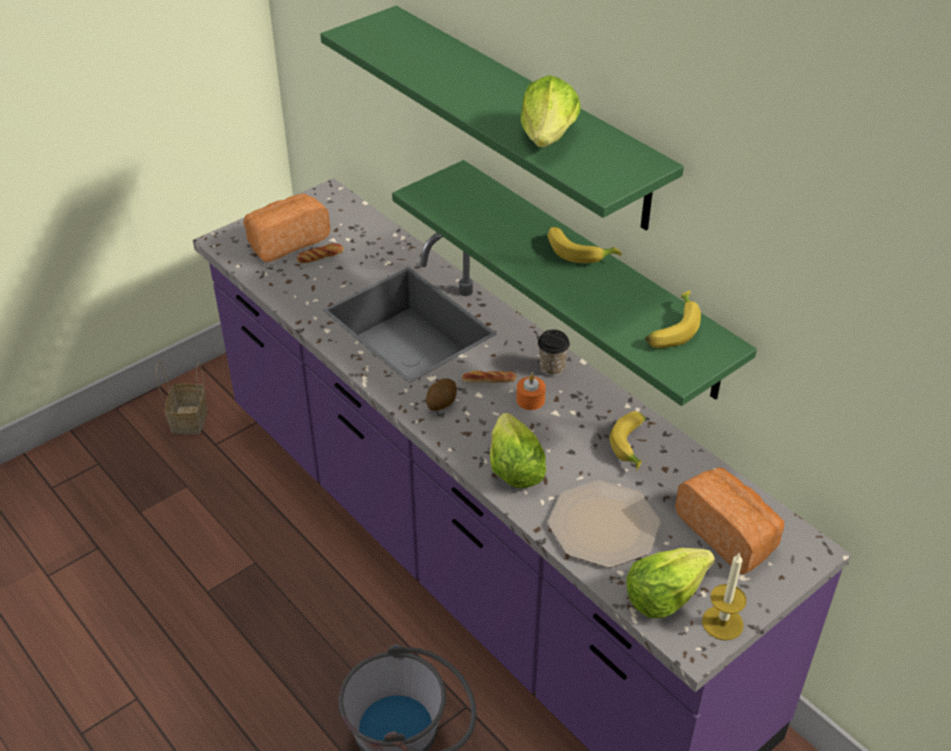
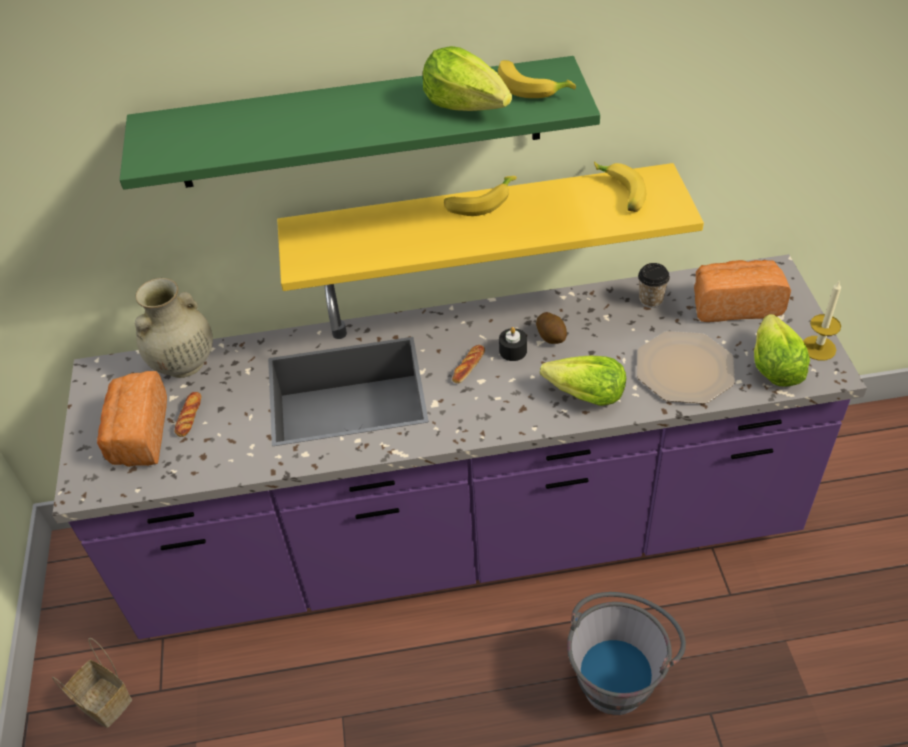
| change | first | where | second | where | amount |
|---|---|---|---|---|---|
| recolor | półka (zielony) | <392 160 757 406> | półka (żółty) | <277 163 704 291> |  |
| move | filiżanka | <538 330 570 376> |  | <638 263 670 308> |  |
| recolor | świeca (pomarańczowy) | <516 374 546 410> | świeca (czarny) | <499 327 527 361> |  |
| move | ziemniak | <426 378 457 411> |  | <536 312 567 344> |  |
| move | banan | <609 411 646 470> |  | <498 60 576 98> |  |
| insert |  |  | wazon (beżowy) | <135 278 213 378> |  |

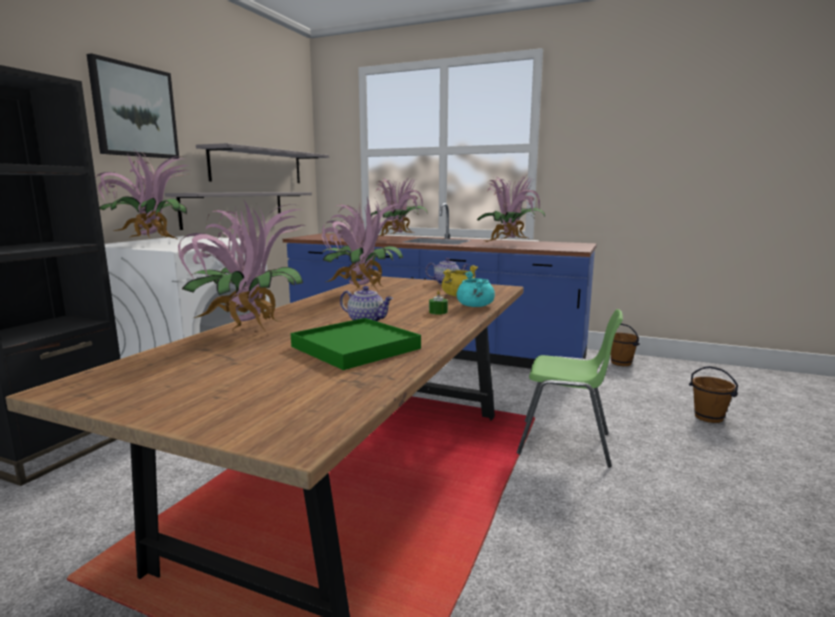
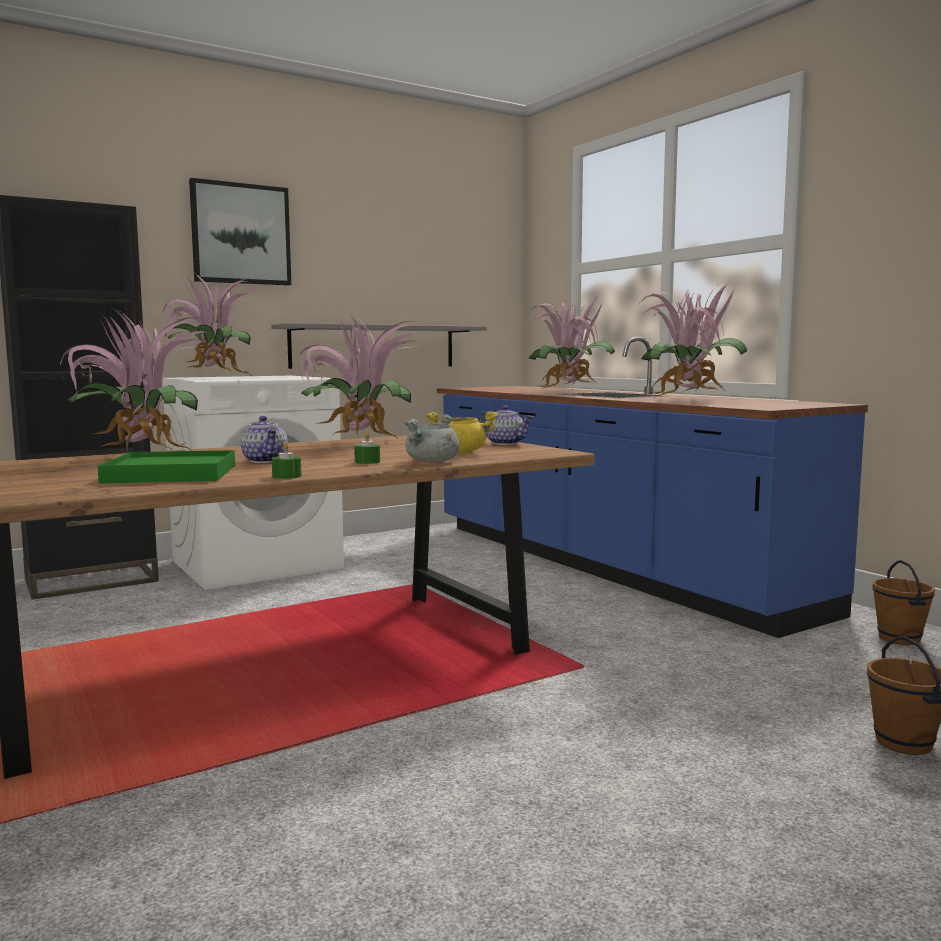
| change | first | where | second | where | amount |
|---|---|---|---|---|---|
| delete | półka (szary) | <196 143 329 183> |  |  |  |
| recolor | garnek (turkusowy) | <457 271 495 307> | garnek (szary) | <405 414 460 463> |  |
| delete | krzesło (zielony) | <517 309 623 467> |  |  |  |
| insert |  |  | świeca (zielony) | <272 442 301 479> |  |

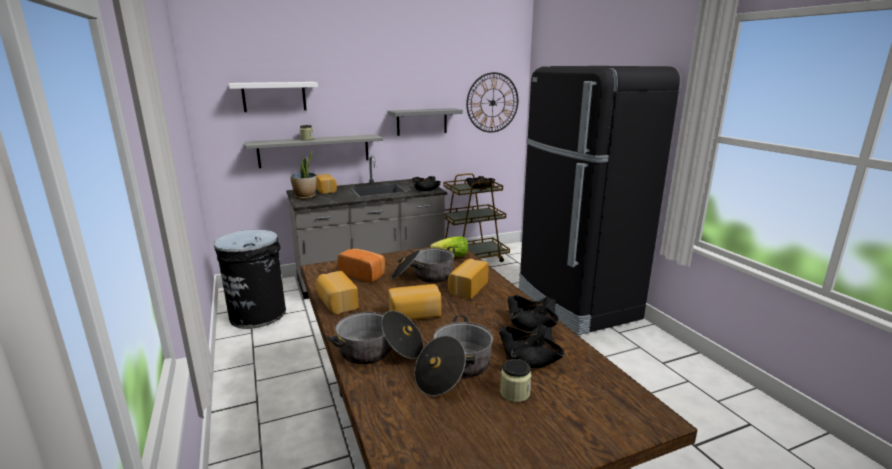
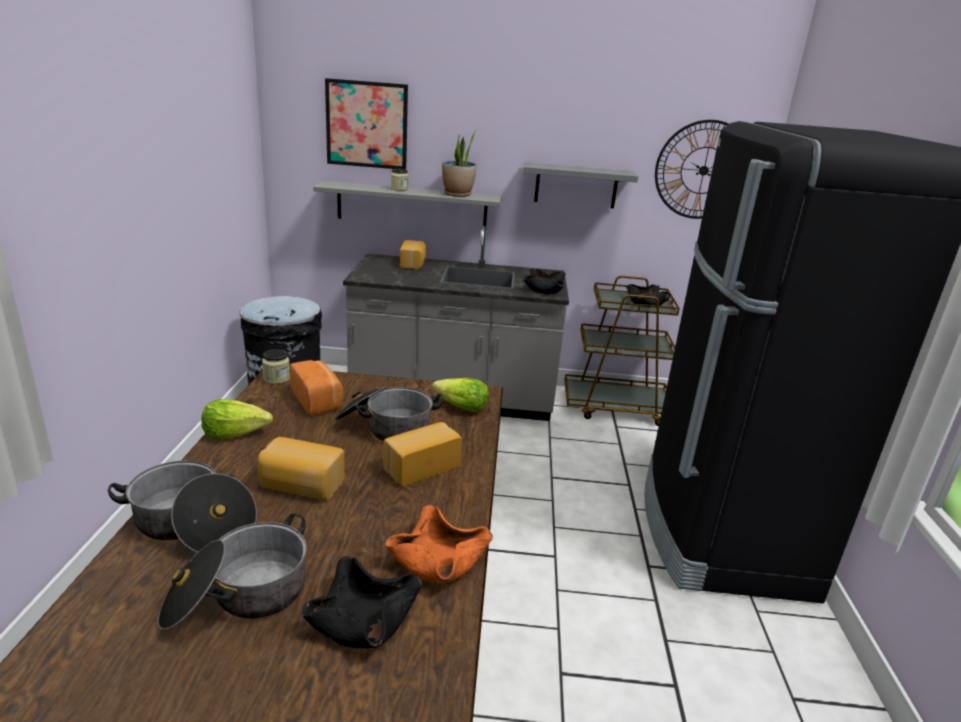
| change | first | where | second | where | amount |
|---|---|---|---|---|---|
| replace | półka (biały) | <229 82 318 112> | obraz | <325 78 408 170> |  |
| move | roślina doniczkowa | <290 150 317 199> |  | <442 129 478 197> |  |
| replace | chleb | <316 271 359 315> | sałata | <201 399 273 439> |  |
| recolor | miska (czarny) | <507 295 559 331> | miska (pomarańczowy) | <385 505 493 583> |  |
| move | słoik | <500 359 532 402> |  | <262 349 290 384> |  |

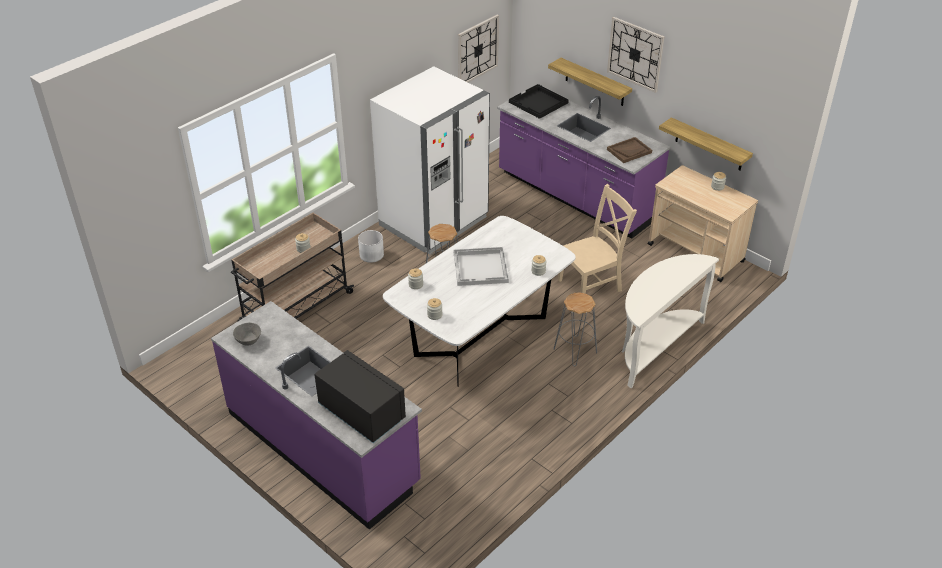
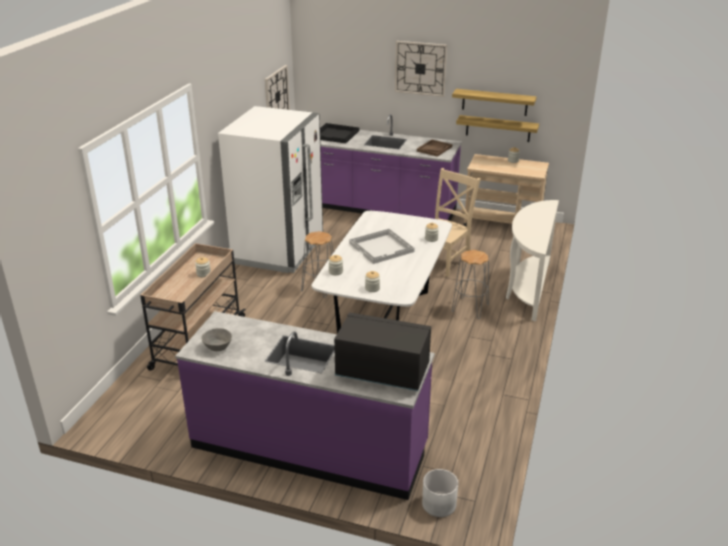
| change | first | where | second | where | amount |
|---|---|---|---|---|---|
| move | półka | <548 58 632 106> |  | <452 89 537 116> |  |
| move | donica (biały) | <358 230 384 263> |  | <422 469 458 517> |  |

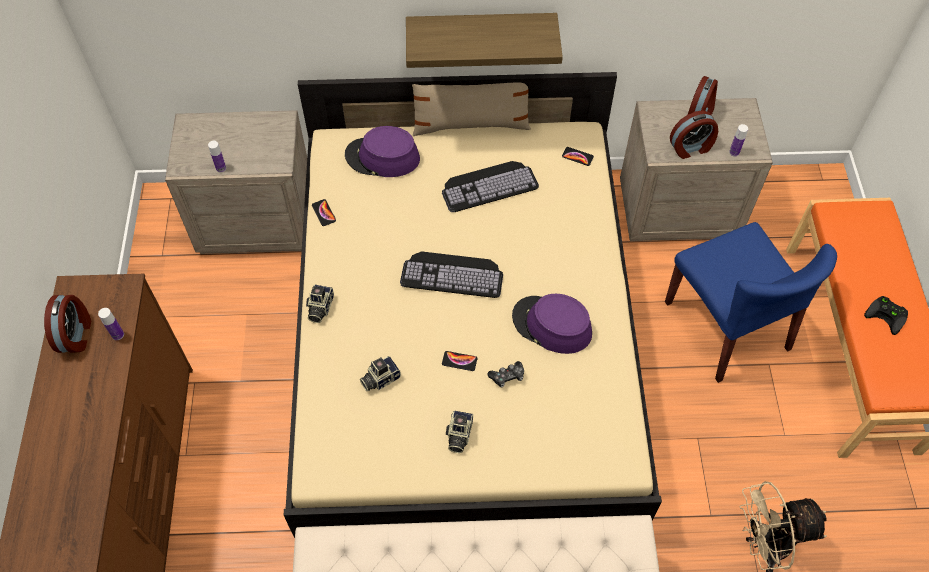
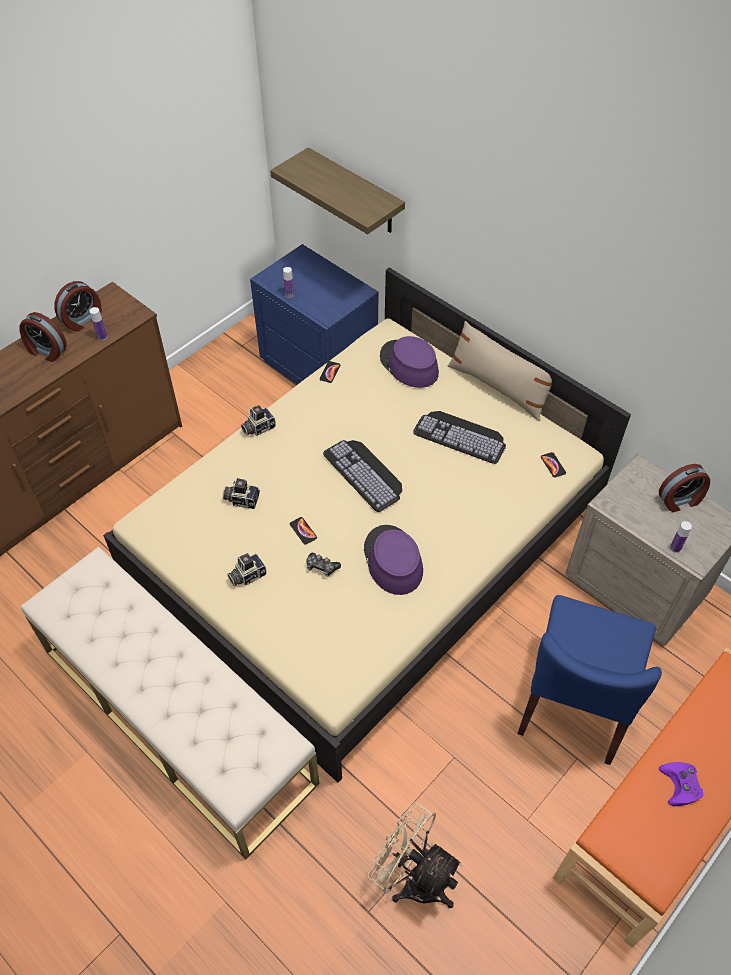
| change | first | where | second | where | amount |
|---|---|---|---|---|---|
| move | półka | <406 13 563 68> |  | <270 147 405 234> |  |
| recolor | szafka nocna (beżowy) | <165 110 307 254> | szafka nocna (niebieski) | <250 244 379 385> |  |
| move | budzik | <670 110 718 159> |  | <19 312 67 362> |  |
| recolor | pad do gier (czarny) | <864 296 908 335> | pad do gier (fioletowy) | <659 762 703 806> |  |

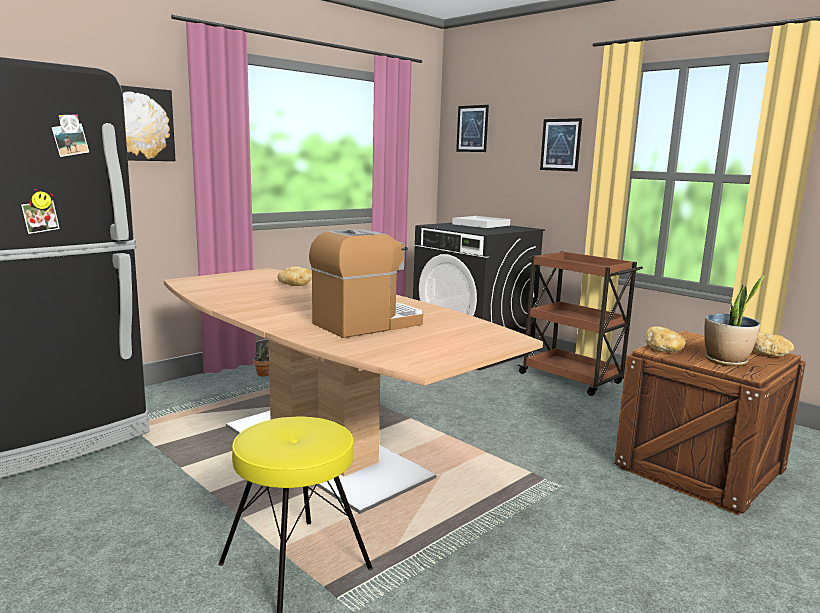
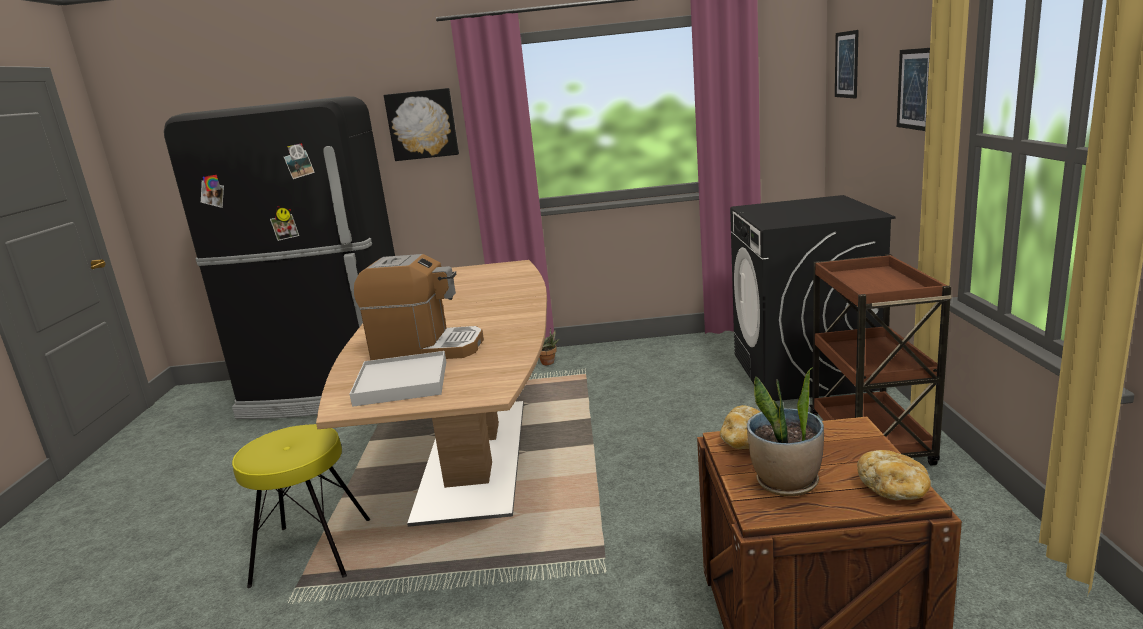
| change | first | where | second | where | amount |
|---|---|---|---|---|---|
| move | taca (biały) | <452 216 510 228> |  | <350 351 446 407> |  |
| delete | chleb | <277 266 312 286> |  |  |  |

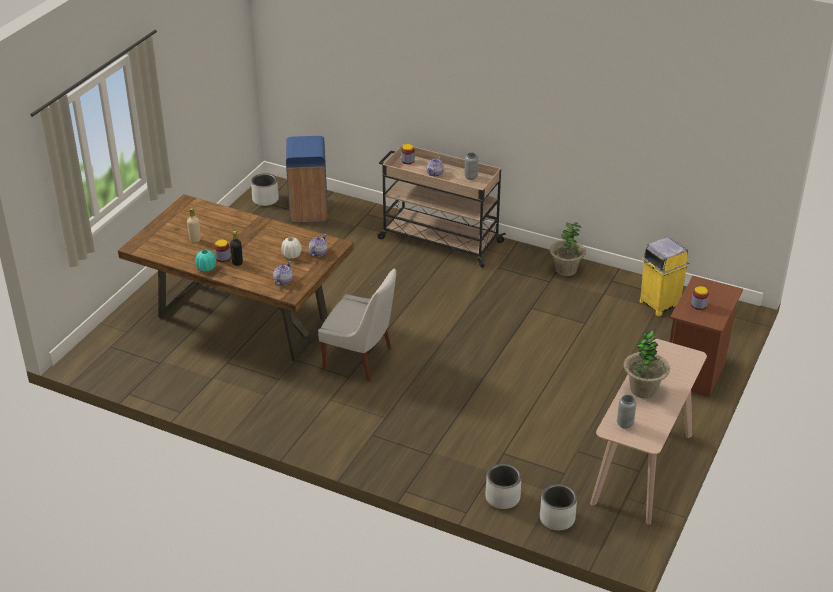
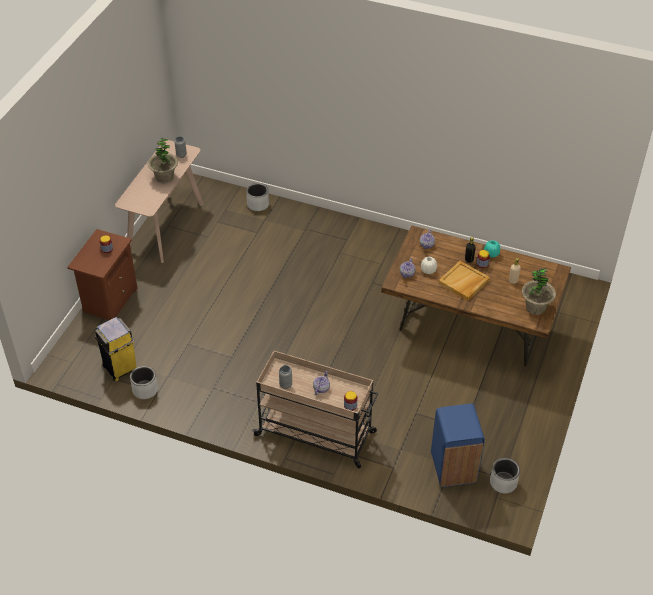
| change | first | where | second | where | amount |
|---|---|---|---|---|---|
| move | roślina doniczkowa | <549 222 586 276> |  | <522 268 556 315> |  |
| delete | krzesło (biały) | <318 268 396 382> |  |  |  |
| move | donica (szary) | <540 484 577 530> |  | <130 366 158 399> |  |
| insert |  |  | taca (beżowy) | <438 261 490 301> |  |

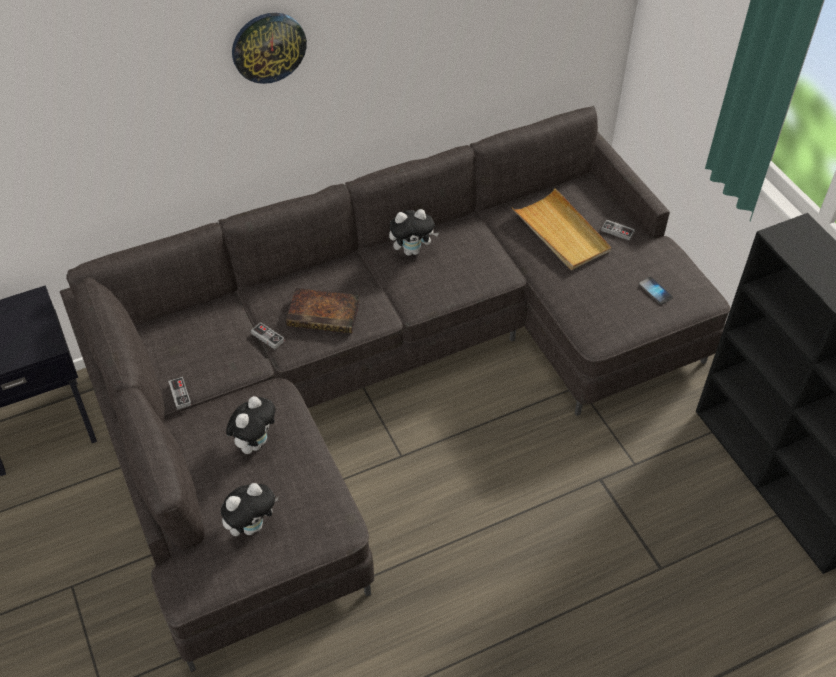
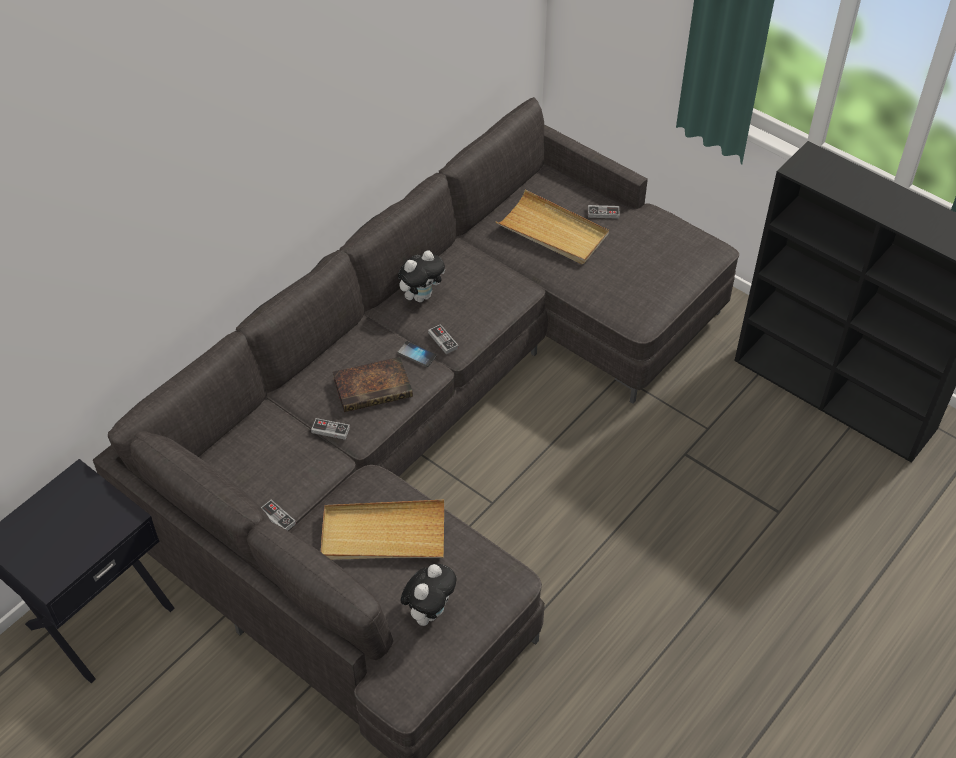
| change | first | where | second | where | amount |
|---|---|---|---|---|---|
| delete | zegar ścienny | <232 13 307 84> |  |  |  |
| move | telefon | <639 277 673 305> |  | <398 341 436 367> |  |
| replace | pluszak | <226 396 276 454> | taca (beżowy) | <321 500 444 560> |  |
| insert |  |  | pad do gier | <428 324 458 354> |  |

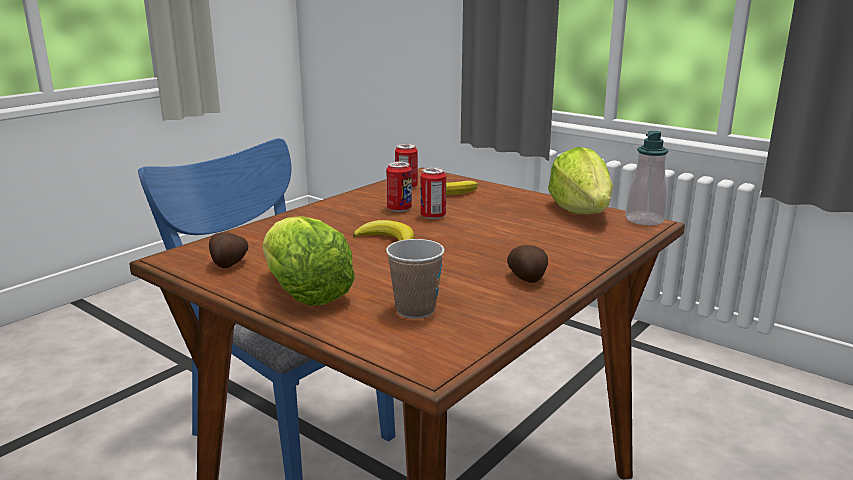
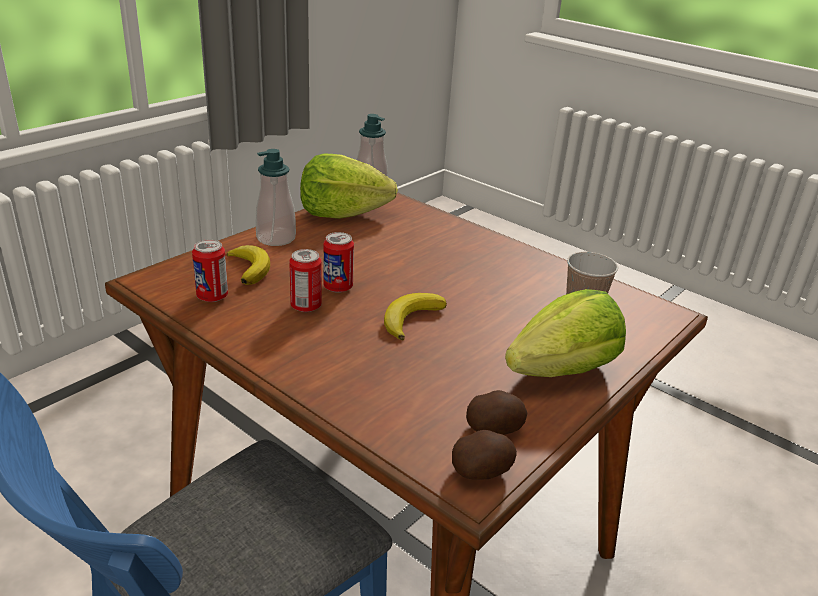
| change | first | where | second | where | amount |
|---|---|---|---|---|---|
| move | ziemniak | <507 245 548 283> |  | <452 430 517 480> |  |
| insert |  |  | dozownik mydła | <256 149 296 246> |  |

